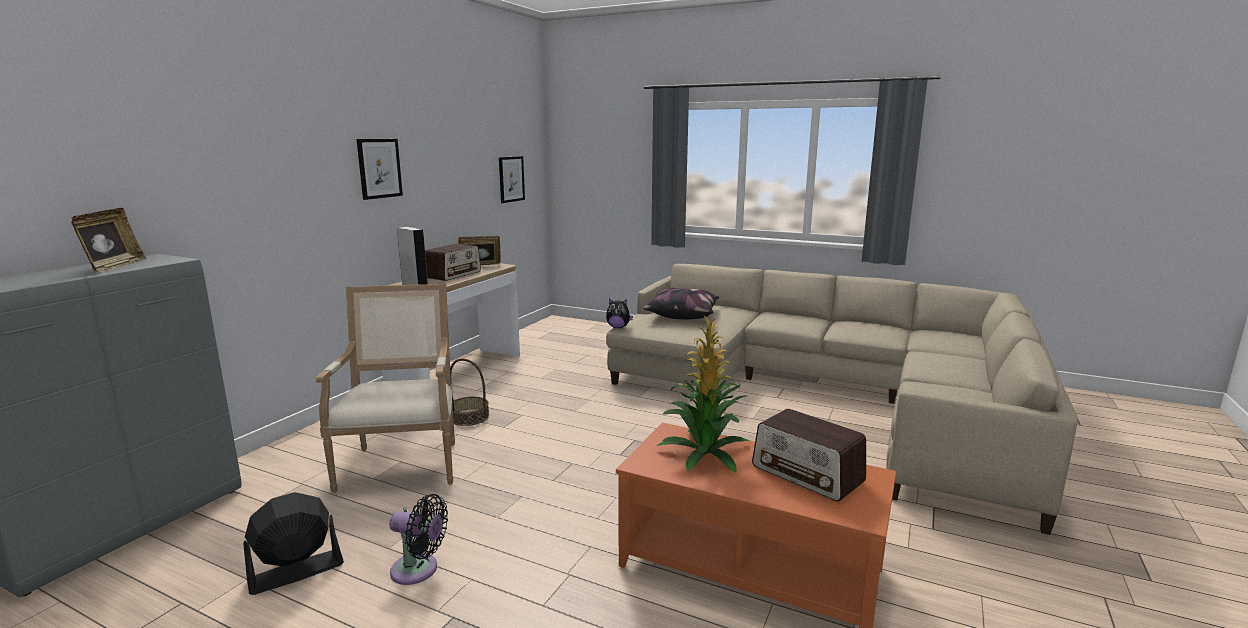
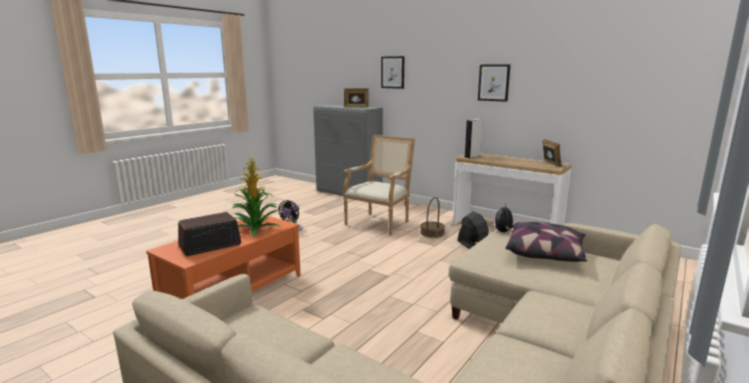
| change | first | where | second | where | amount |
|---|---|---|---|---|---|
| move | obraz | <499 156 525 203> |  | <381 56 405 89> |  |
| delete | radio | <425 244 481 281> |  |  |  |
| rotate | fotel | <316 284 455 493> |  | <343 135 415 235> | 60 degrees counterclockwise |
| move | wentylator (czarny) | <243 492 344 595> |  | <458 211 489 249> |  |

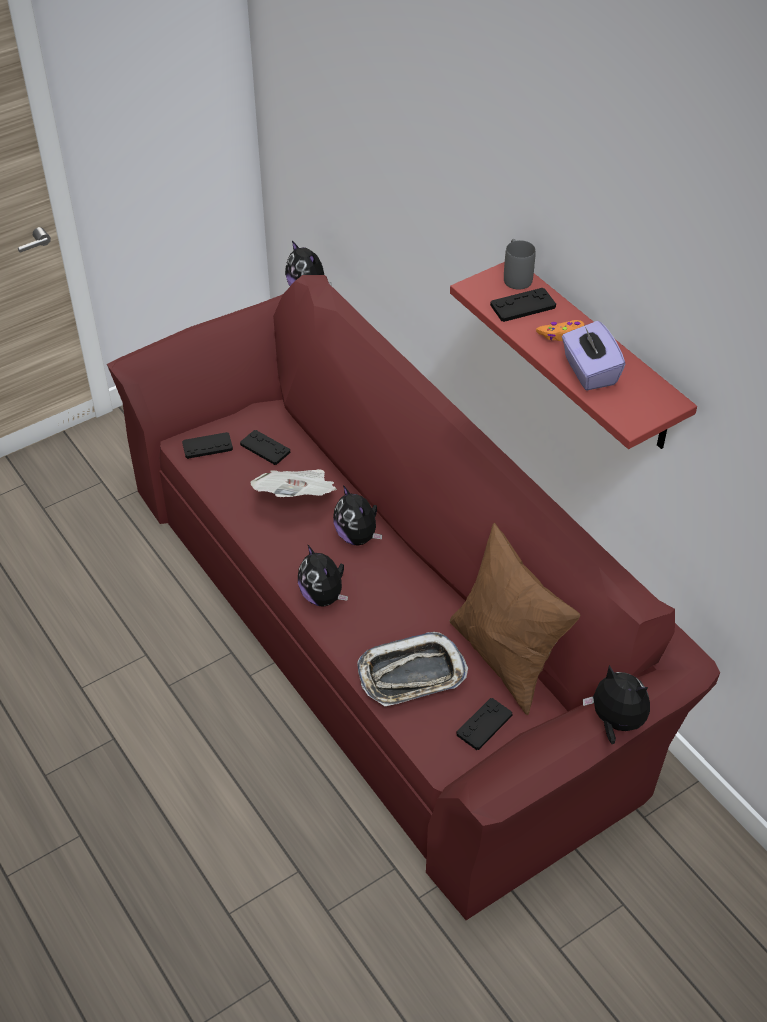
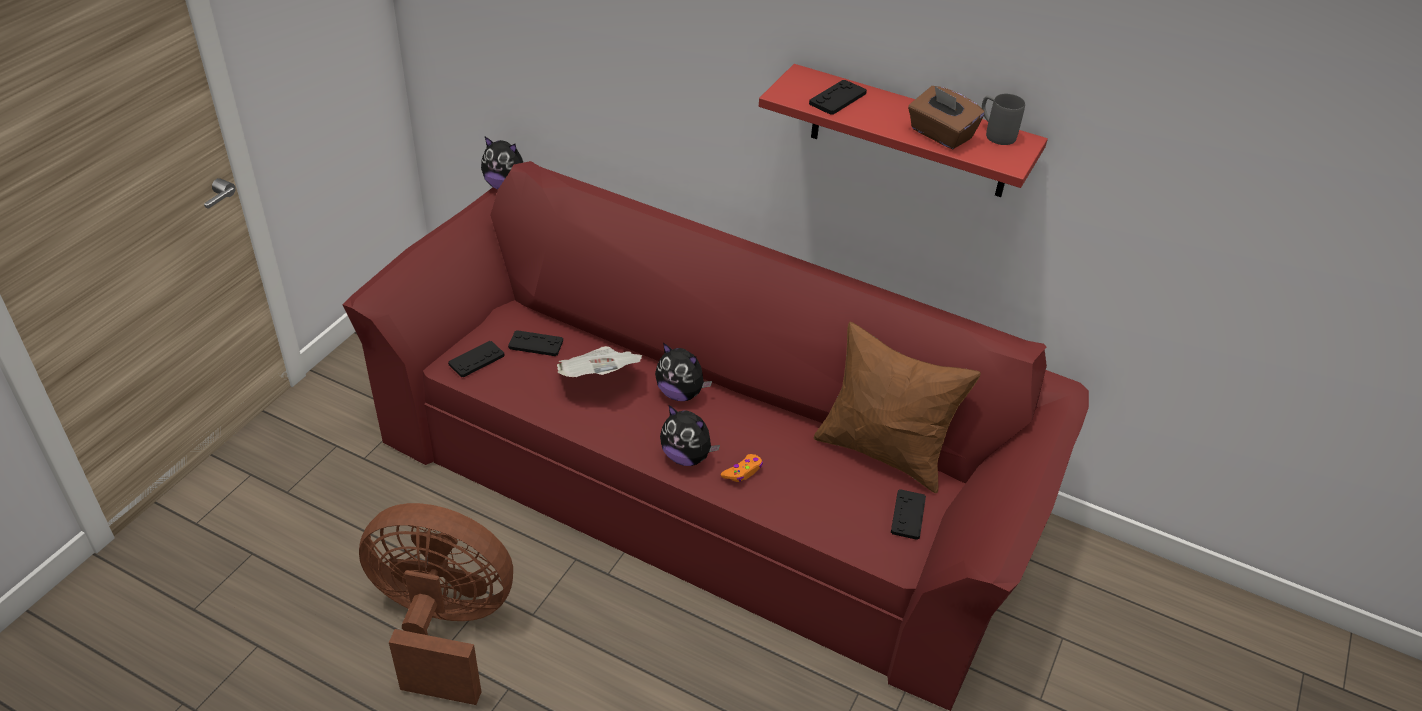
| change | first | where | second | where | amount |
|---|---|---|---|---|---|
| move | kubek (szary) | <504 239 536 290> |  | <982 94 1025 145> |  |
| move | pad do gier (pomarańczowy) | <536 320 584 341> |  | <721 454 763 482> |  |
| recolor | pudełko chusteczek (fioletowy) | <562 321 626 390> | pudełko chusteczek (brązowy) | <908 86 985 149> |  |
| delete | taca | <357 632 468 706> |  |  |  |
| delete | pluszak | <583 665 650 744> |  |  |  |
| insert |  |  | wentylator (brązowy) | <359 503 513 705> |  |

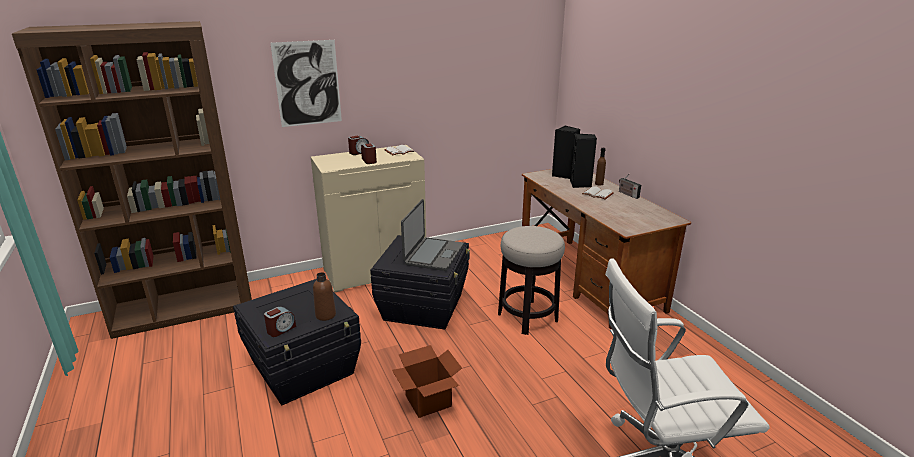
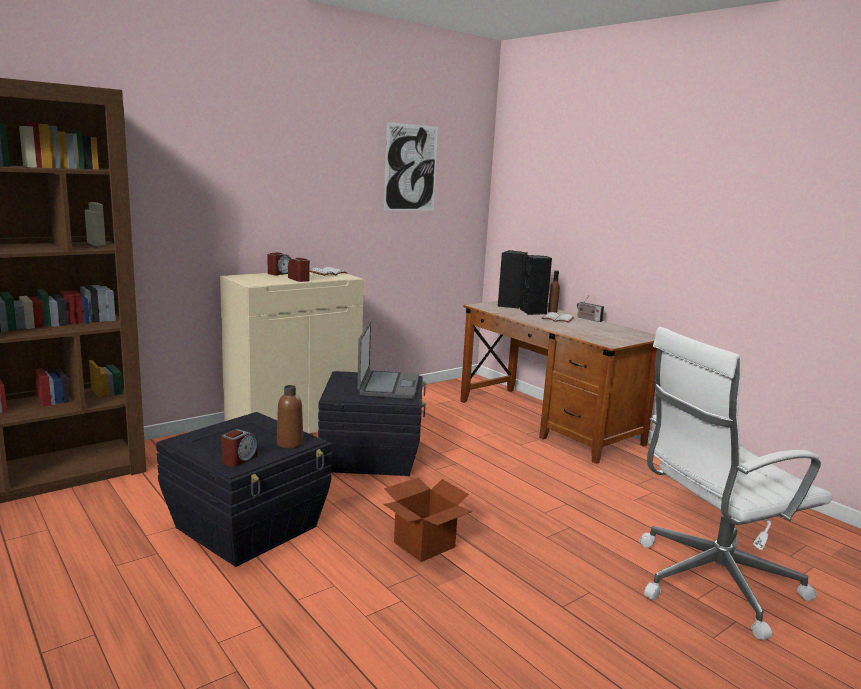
| change | first | where | second | where | amount |
|---|---|---|---|---|---|
| move | obraz | <270 40 342 127> |  | <384 122 438 211> |  |
| delete | stołek | <498 226 565 335> |  |  |  |

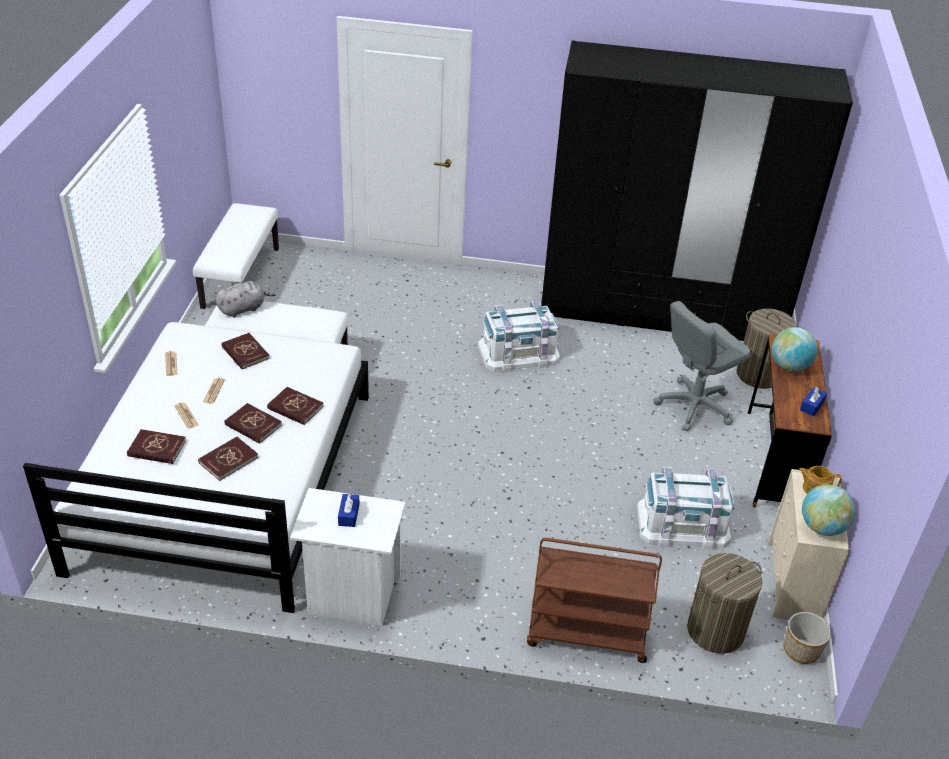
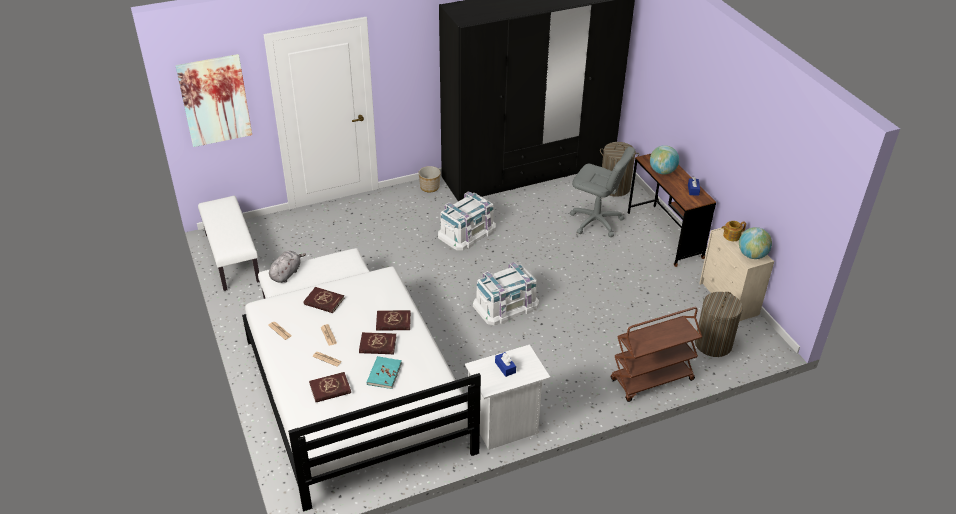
| change | first | where | second | where | amount |
|---|---|---|---|---|---|
| rotate | krzesło biurowe (szary) | <653 301 751 431> |  | <570 147 635 237> | 90 degrees counterclockwise |
| recolor | książka (czerwony) | <198 437 258 481> | książka (turkusowy) | <367 356 402 389> |  |
| move | pojemnik do przechowywania (biały) | <637 467 735 550> |  | <473 262 539 325> |  |
| move | donica | <784 612 831 664> |  | <419 166 441 192> |  |
| insert |  |  | obraz | <175 54 252 147> |  |

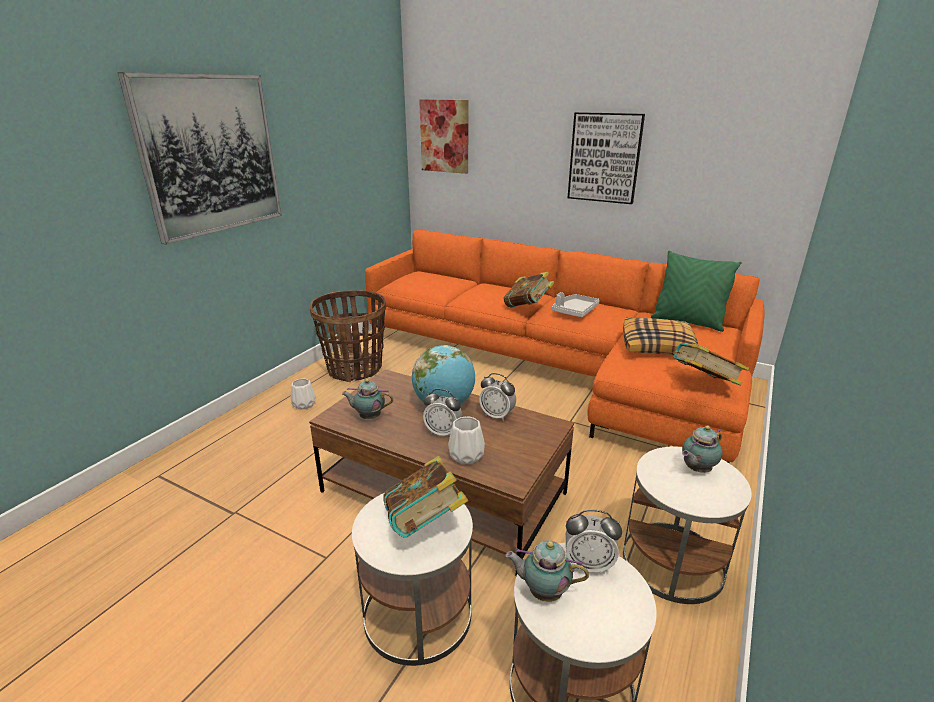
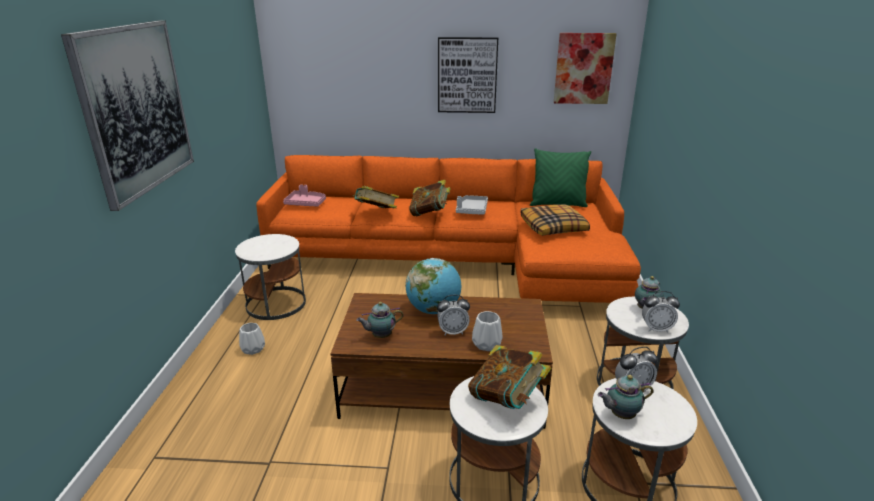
| change | first | where | second | where | amount |
|---|---|---|---|---|---|
| move | obraz | <419 99 468 174> |  | <554 33 617 104> |  |
| replace | koszyk | <309 290 386 382> | stolik (biały) | <235 234 306 320> |  |
| move | książka | <671 343 749 385> |  | <353 186 399 208> |  |
| move | budzik | <479 373 516 421> |  | <642 291 680 333> |  |
| insert |  |  | taca (różowy) | <283 185 326 207> |  |

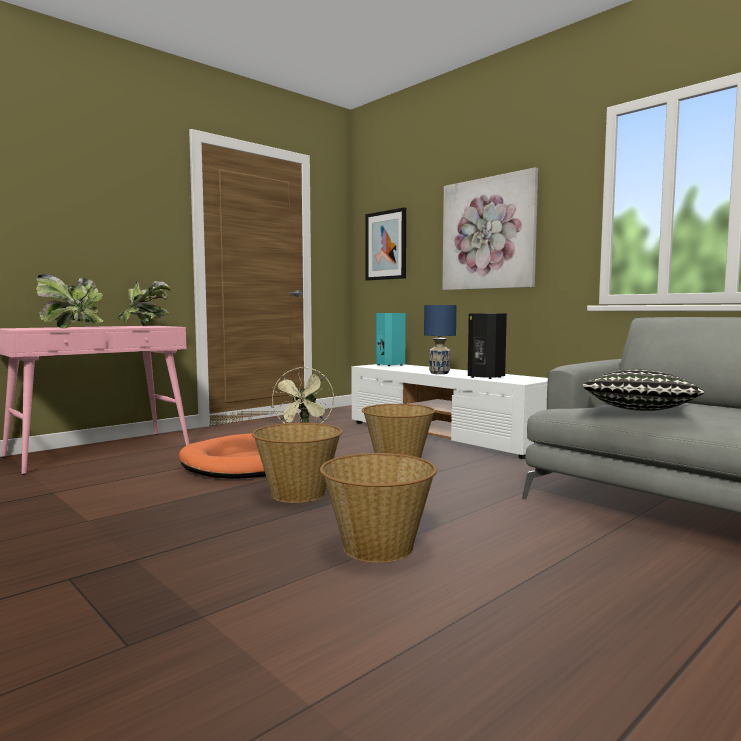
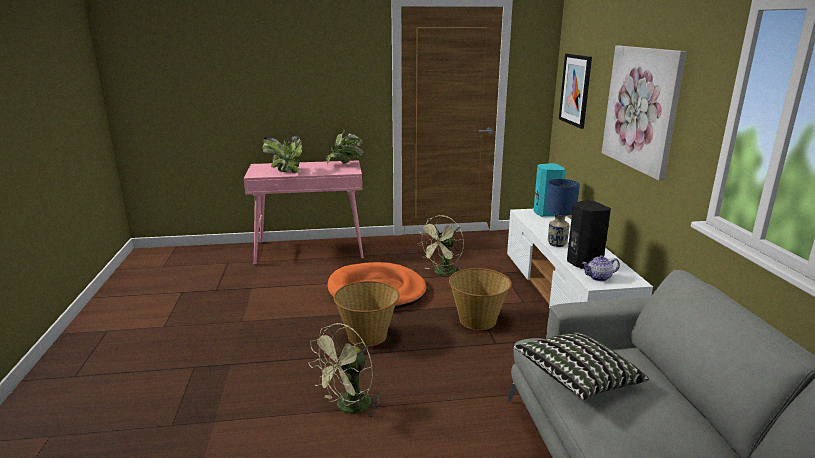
| change | first | where | second | where | amount |
|---|---|---|---|---|---|
| replace | koszyk | <320 453 437 563> | wentylator (zielony) | <308 323 381 417> |  |
| insert |  |  | imbryk | <582 255 620 281> |  |

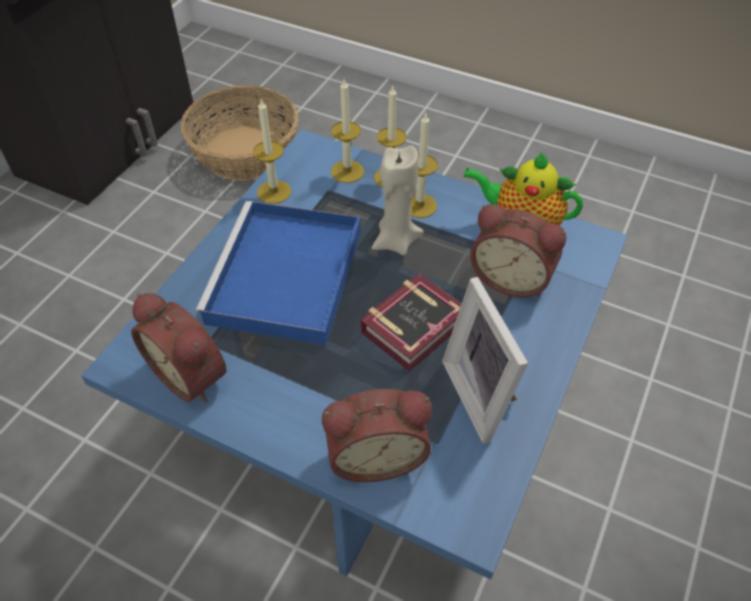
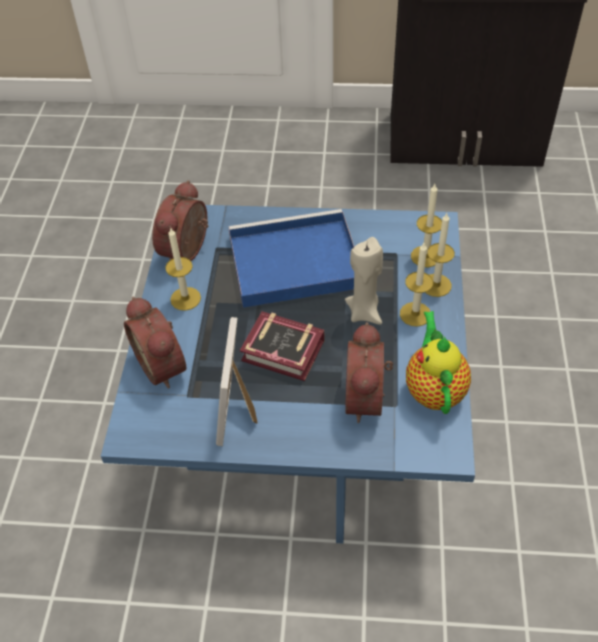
| change | first | where | second | where | amount |
|---|---|---|---|---|---|
| delete | koszyk | <181 86 299 180> |  |  |  |
| move | świeca | <253 100 291 204> |  | <165 227 201 311> |  |
| rotate | ramka na zdjęcie | <442 277 528 444> |  | <216 317 258 446> | 45 degrees counterclockwise |

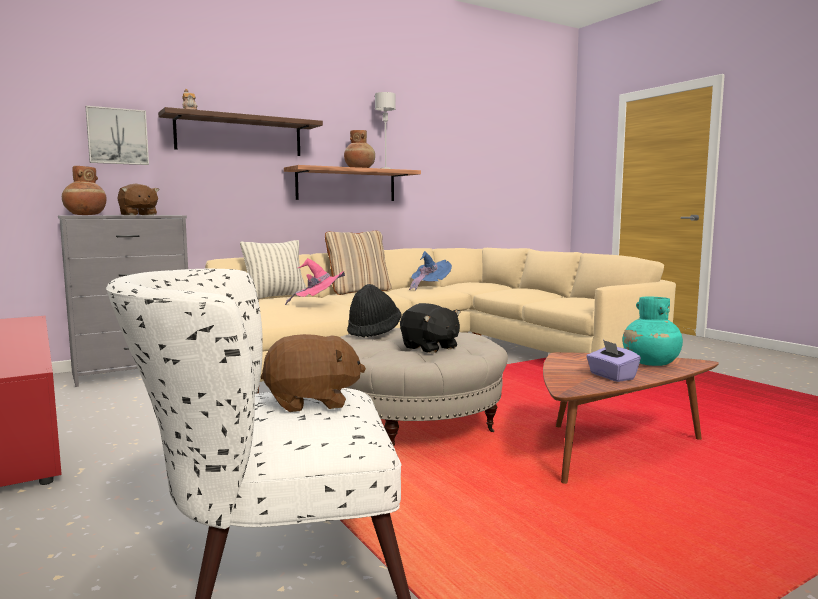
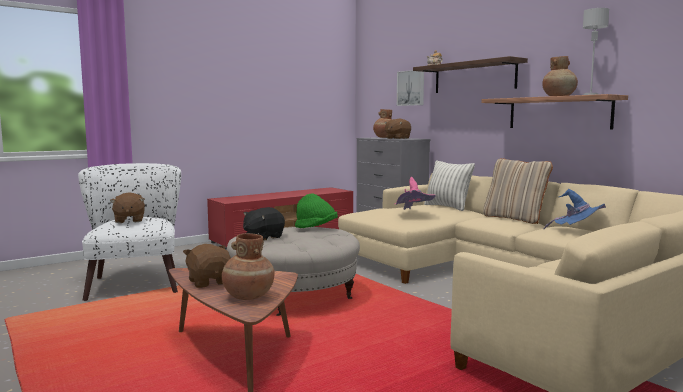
| change | first | where | second | where | amount |
|---|---|---|---|---|---|
| recolor | kapelusz (czarny) | <347 284 401 338> | kapelusz (zielony) | <295 194 338 228> |  |
| recolor | wazon (turkusowy) | <623 297 683 366> | wazon (brązowy) | <221 233 275 300> |  |
| replace | pudełko chusteczek (fioletowy) | <586 340 641 382> | pluszak (brązowy) | <183 244 231 288> |  |

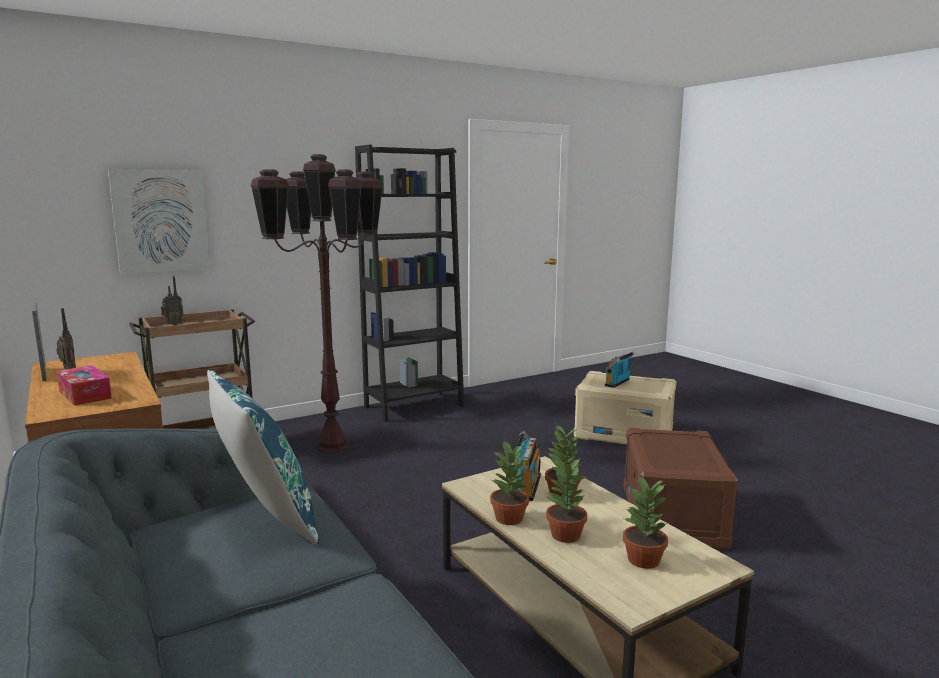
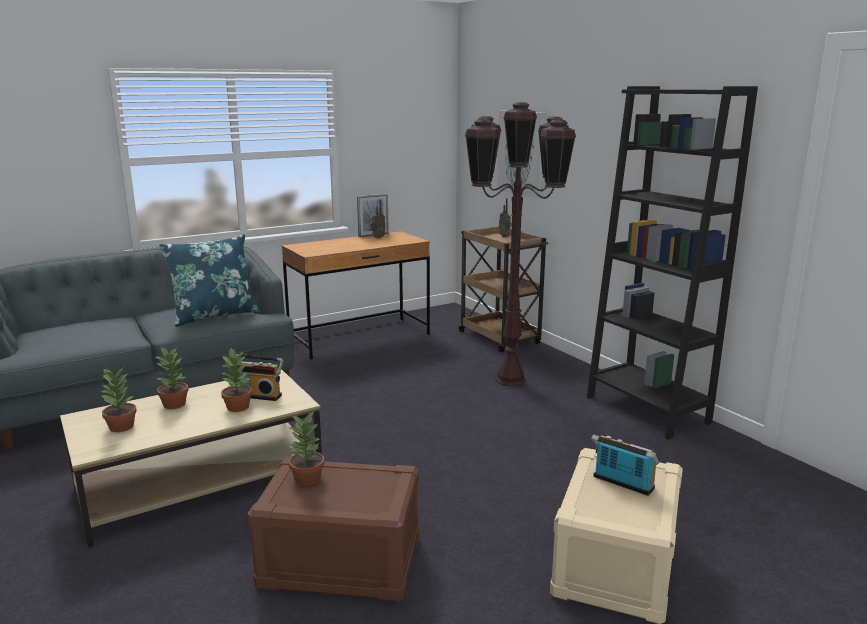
| change | first | where | second | where | amount |
|---|---|---|---|---|---|
| delete | pudełko chusteczek | <56 365 112 406> |  |  |  |
| move | roślina doniczkowa | <490 441 529 525> |  | <288 410 324 486> |  |

